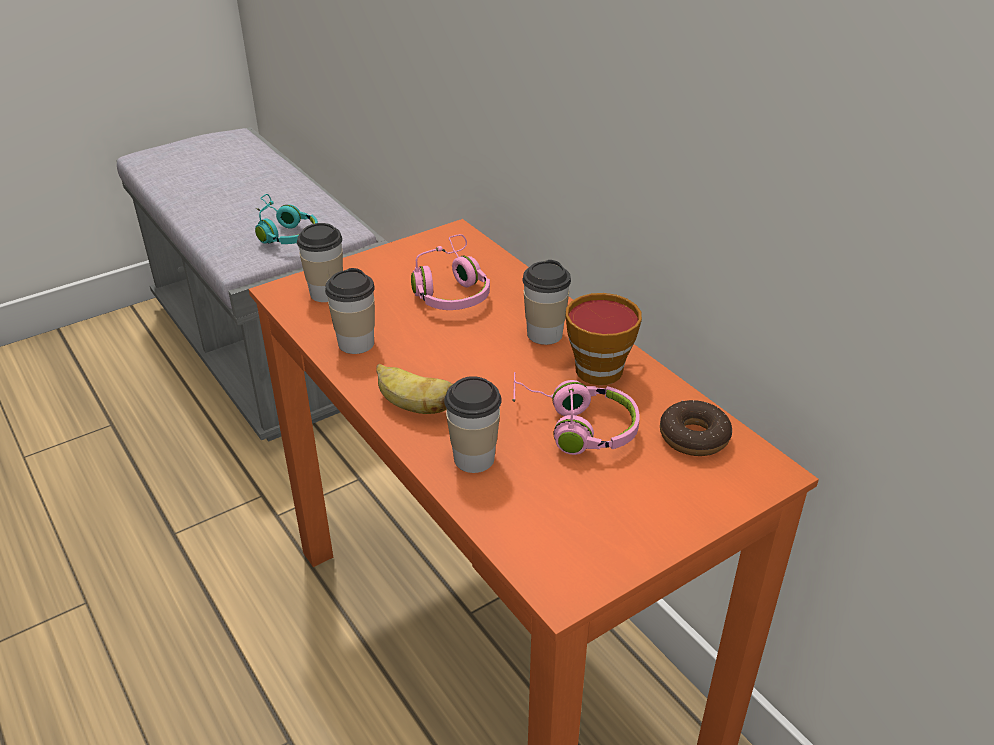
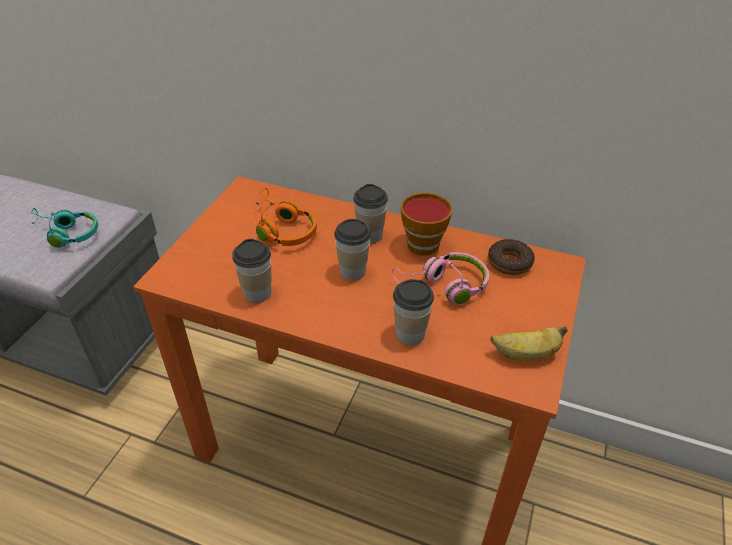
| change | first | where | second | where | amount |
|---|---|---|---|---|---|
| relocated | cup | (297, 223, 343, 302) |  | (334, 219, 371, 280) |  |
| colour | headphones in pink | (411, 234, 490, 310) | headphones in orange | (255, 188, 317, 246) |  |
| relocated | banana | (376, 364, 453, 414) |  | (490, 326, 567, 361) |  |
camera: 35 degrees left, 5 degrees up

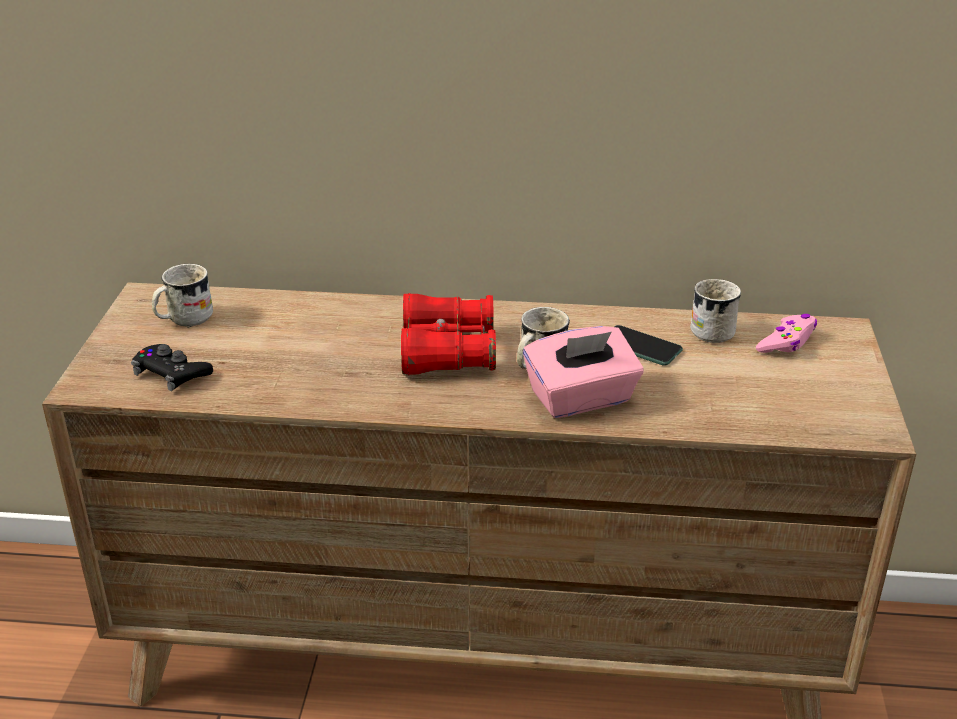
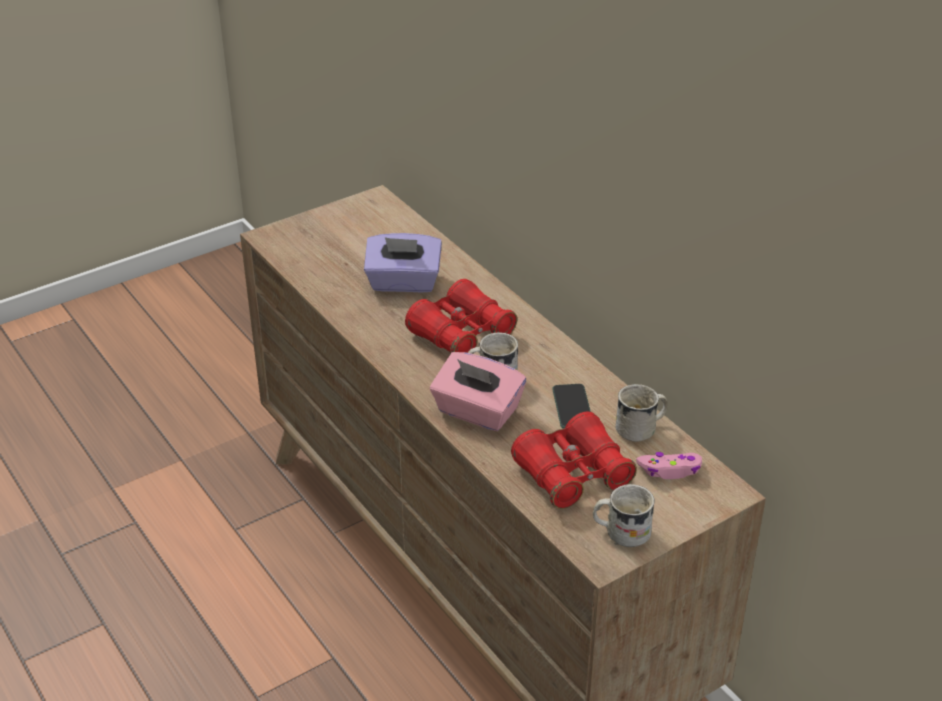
| change | first | where | second | where | amount |
|---|---|---|---|---|---|
| relocated | mug in white | (152, 264, 213, 328) |  | (593, 484, 655, 547) |  |
| missing | game controller in black | (131, 344, 213, 391) |  |  |  |
| appeared |  |  | tissue box in purple | (364, 233, 442, 292) |  |
| appeared |  |  | binoculars in red | (511, 412, 637, 509) |  |
camera: 50 degrees right, 5 degrees up

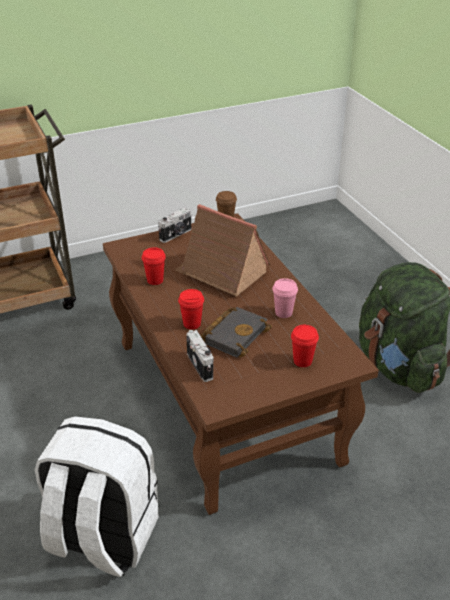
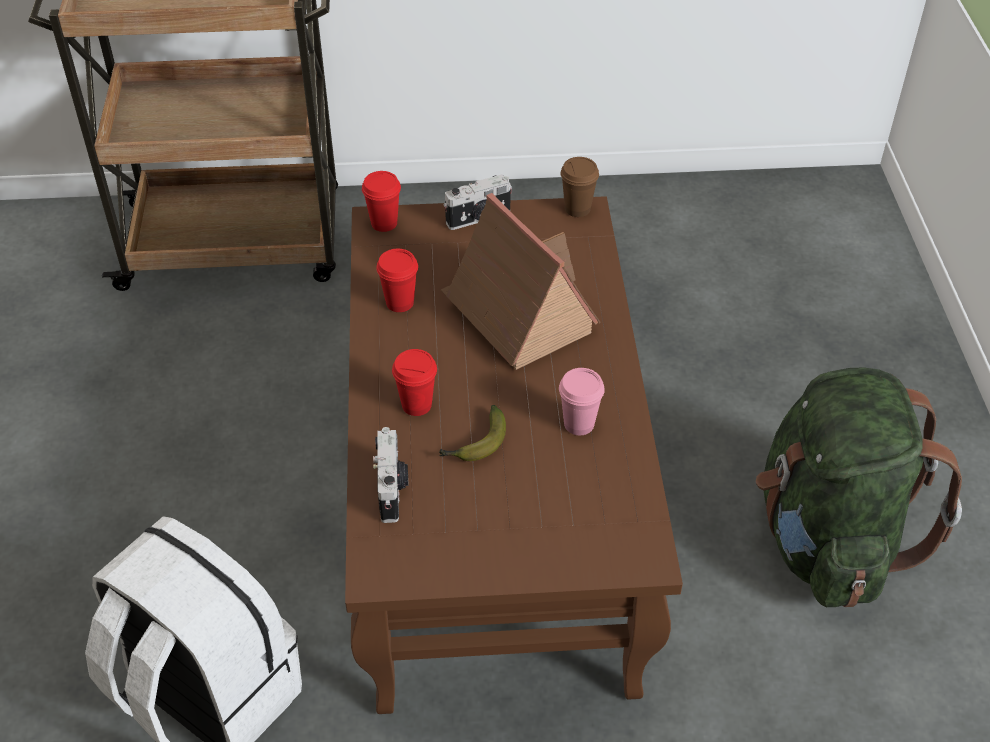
| change | first | where | second | where | amount |
|---|---|---|---|---|---|
| exchanged | book in black | (200, 307, 272, 358) | banana | (439, 405, 506, 461) |  |
| relocated | cup in red | (291, 325, 319, 367) |  | (362, 171, 401, 232) |  |
camera: 20 degrees right, 10 degrees up

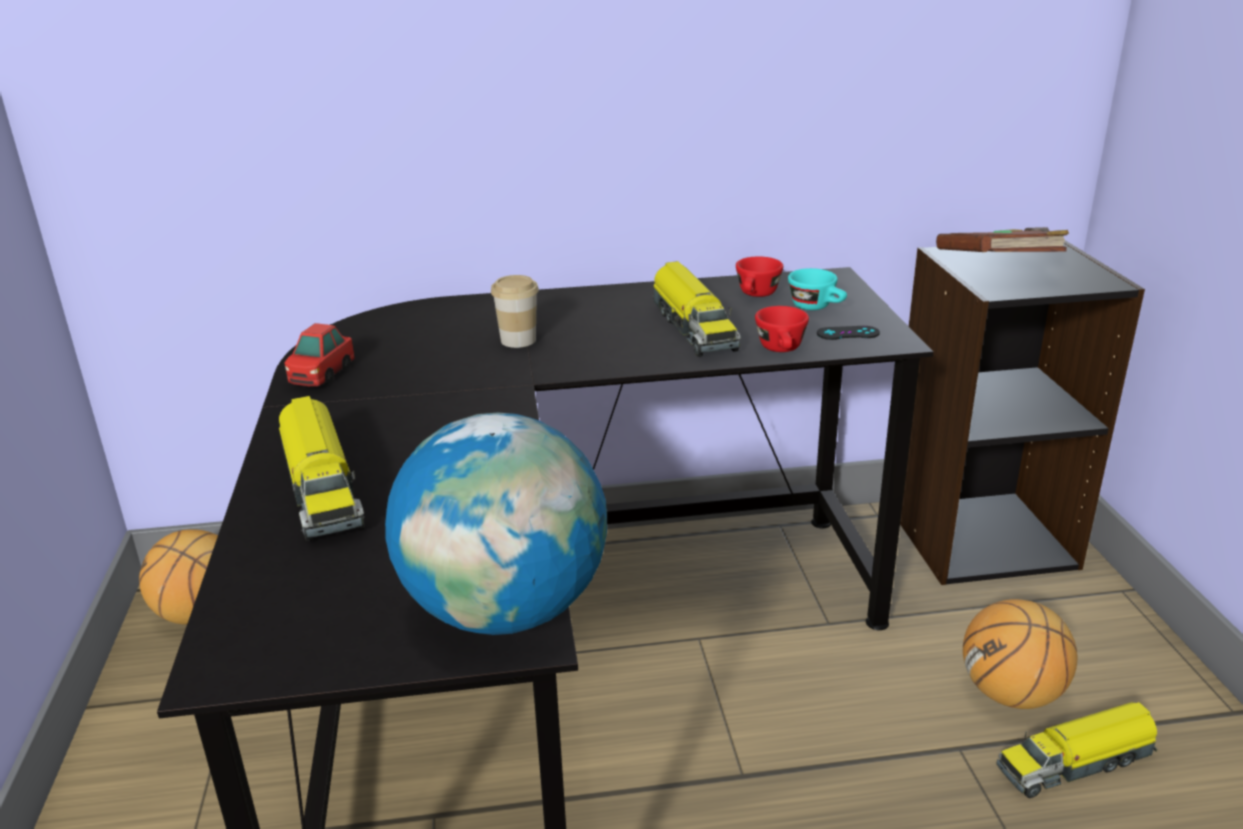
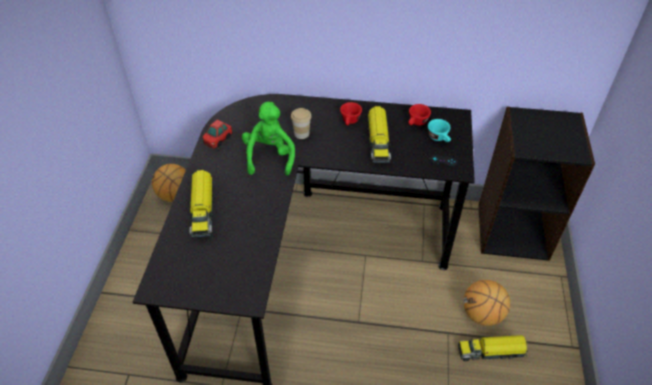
| change | first | where | second | where | amount |
|---|---|---|---|---|---|
| missing | book in brown | (936, 227, 1069, 252) |  |  |  |
| relocated | cup in red | (755, 306, 809, 352) |  | (340, 102, 362, 125) |  |
| missing | globe | (385, 413, 607, 635) |  |  |  |
| appeared |  |  | plush toy in green | (242, 102, 295, 176) |  |
camera: 15 degrees right, 20 degrees up

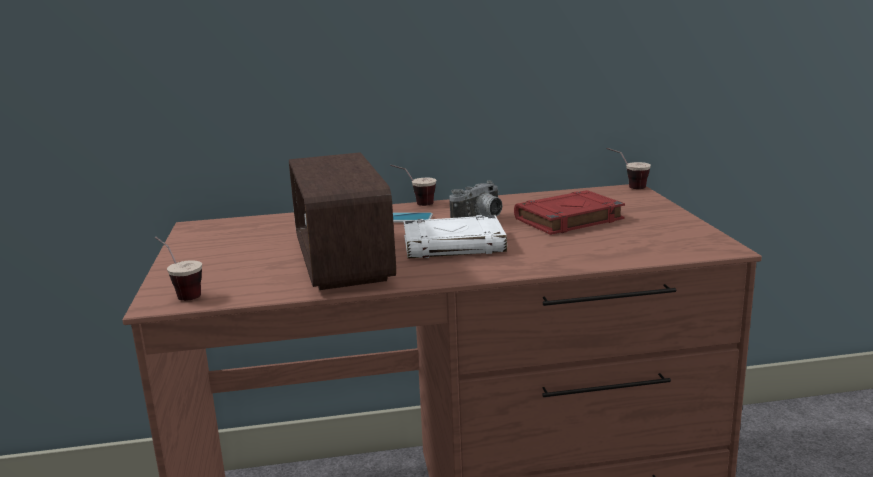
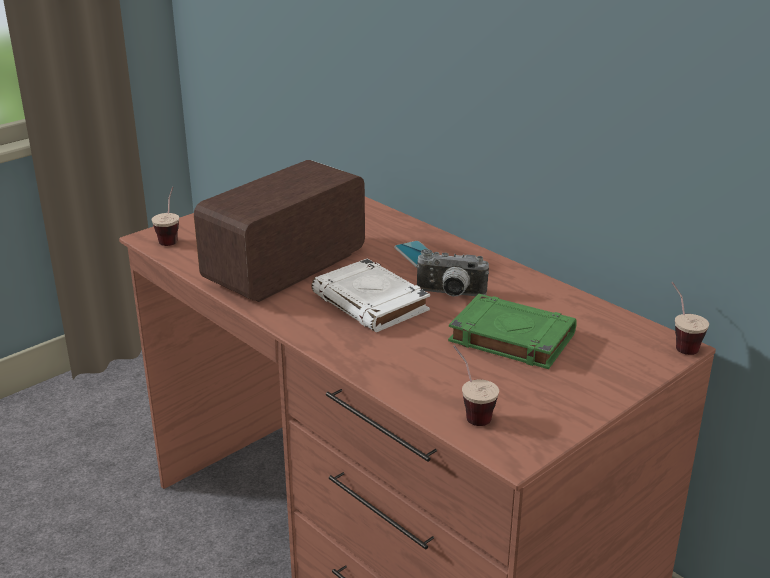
| change | first | where | second | where | amount |
|---|---|---|---|---|---|
| relocated | cup | (390, 165, 436, 206) |  | (453, 345, 499, 426) |  |
| colour | book in red | (514, 190, 625, 235) | book in green | (448, 294, 577, 369) |  |
camera: 55 degrees right, 10 degrees up

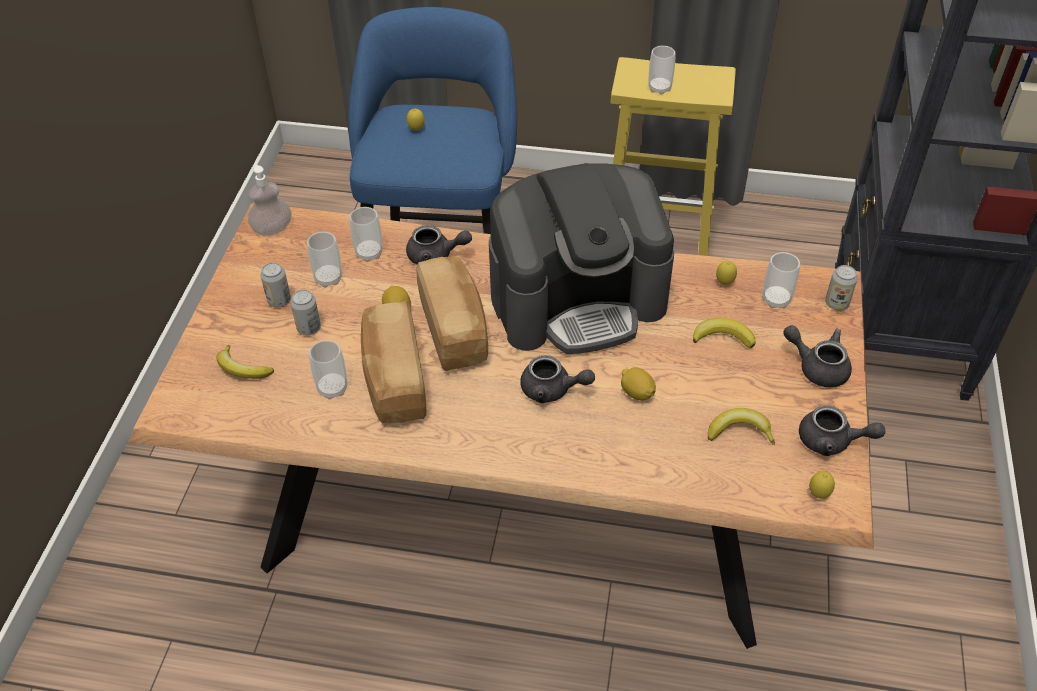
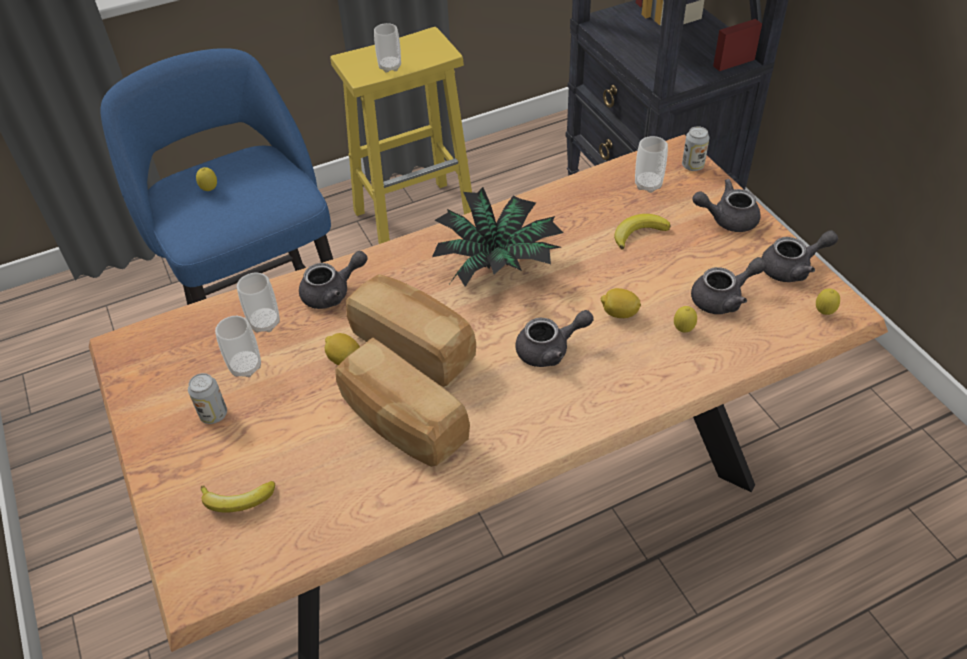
| change | first | where | second | where | amount |
|---|---|---|---|---|---|
| exchanged | coffee machine | (489, 163, 674, 354) | potted plant | (432, 187, 564, 287) |  |
| missing | soap dispenser | (248, 165, 292, 236) |  |  |  |
| relocated | lemon | (716, 261, 737, 285) |  | (674, 306, 697, 332) |  |
| missing | can | (290, 290, 321, 335) |  |  |  |
| missing | cup | (309, 340, 348, 399) |  |  |  |
| exchanged | banana | (708, 408, 775, 445) | teapot in grey | (691, 257, 767, 314) |  |
camera: 35 degrees left, 0 degrees up

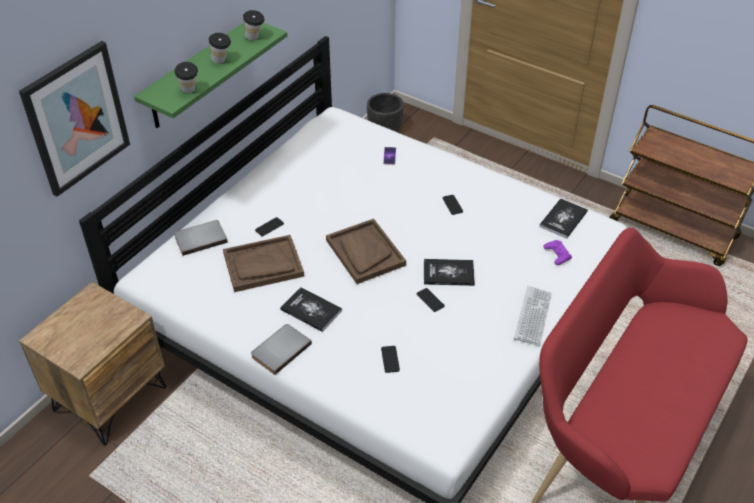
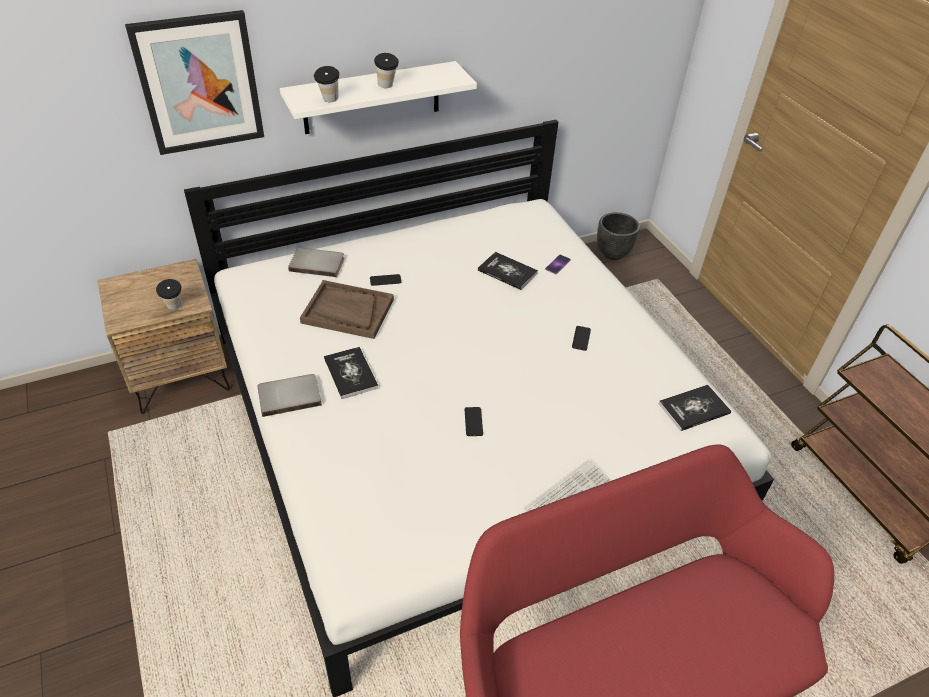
| change | first | where | second | where | amount |
|---|---|---|---|---|---|
| relocated | cup | (243, 10, 265, 40) |  | (156, 279, 182, 310) |  |
| colour | shelf in green | (134, 22, 287, 128) | shelf in white | (280, 61, 477, 134) |  |
| missing | tray in brown | (326, 219, 406, 284) |  |  |  |
| missing | game controller in purple | (543, 240, 572, 265) |  |  |  |
| relocated | book | (424, 259, 475, 286) |  | (478, 252, 538, 290) |  |
| missing | phone | (381, 346, 400, 373) |  |  |  |
camera: 30 degrees right, 0 degrees up

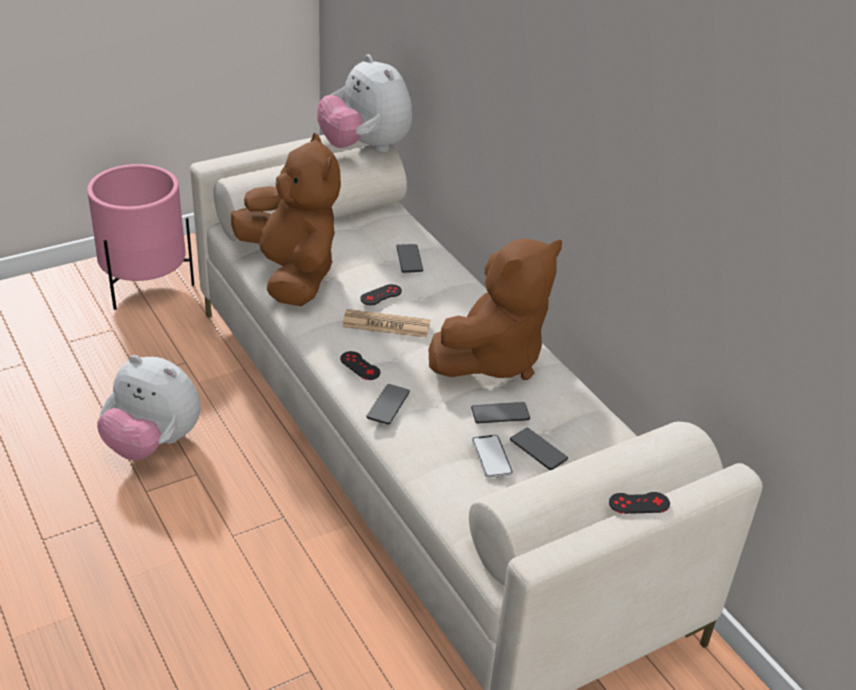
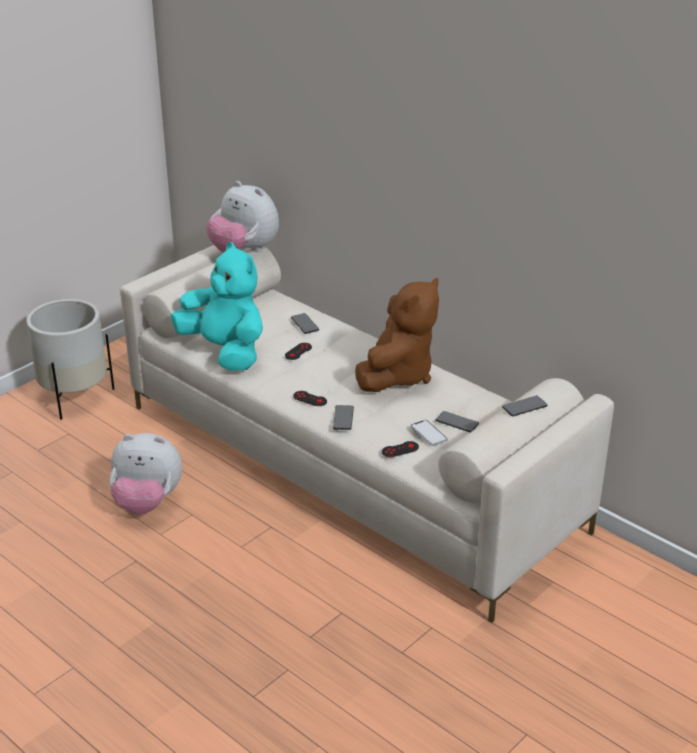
| change | first | where | second | where | amount |
|---|---|---|---|---|---|
| colour | plush toy in brown | (231, 133, 341, 306) | plush toy in turquoise | (170, 242, 263, 371) |  |
| colour | planter in pink | (87, 164, 194, 310) | planter in white | (26, 299, 115, 420) |  |
| missing | newspaper | (342, 309, 430, 338) |  |  |  |
| relocated | phone | (471, 402, 530, 423) |  | (502, 395, 547, 417) |  |
| relocated | game controller in black | (609, 492, 670, 514) |  | (382, 441, 419, 457) |  |
camera: 15 degrees left, 5 degrees down

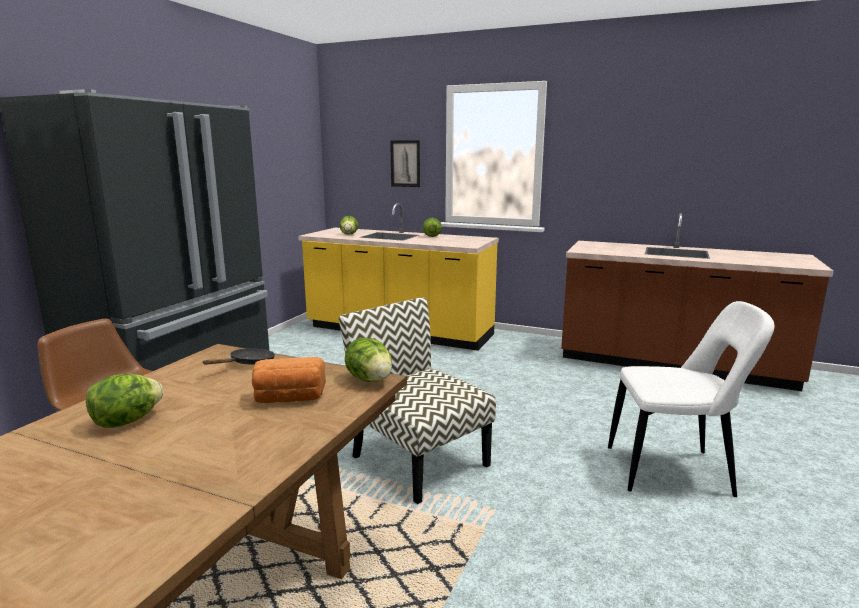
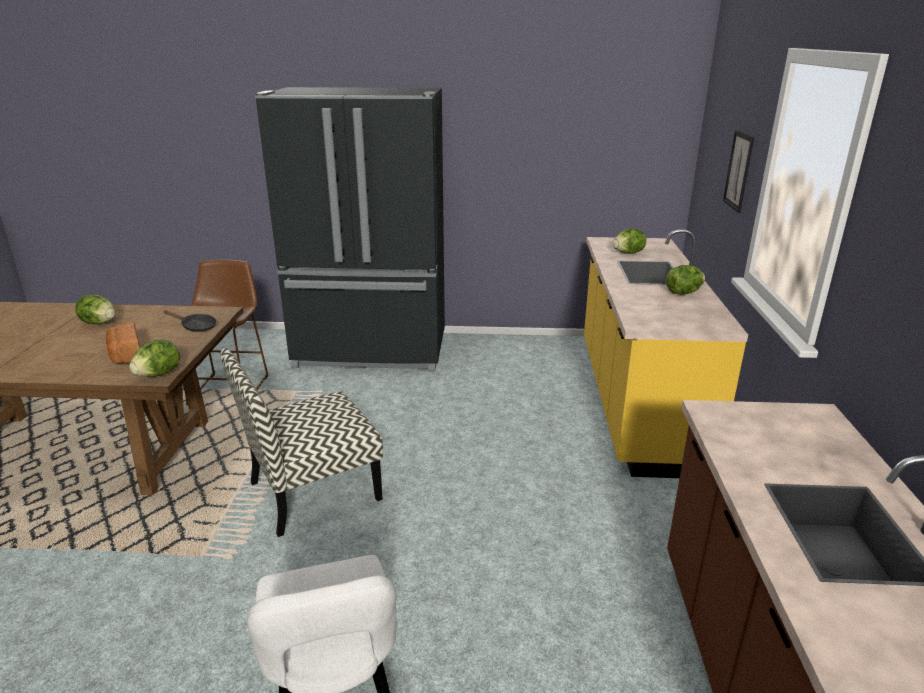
| change | first | where | second | where | amount |
|---|---|---|---|---|---|
| spun | chair | (339, 297, 496, 504) |  | (221, 348, 383, 537) | 150 degrees counterclockwise |
camera: 70 degrees right, 10 degrees up

